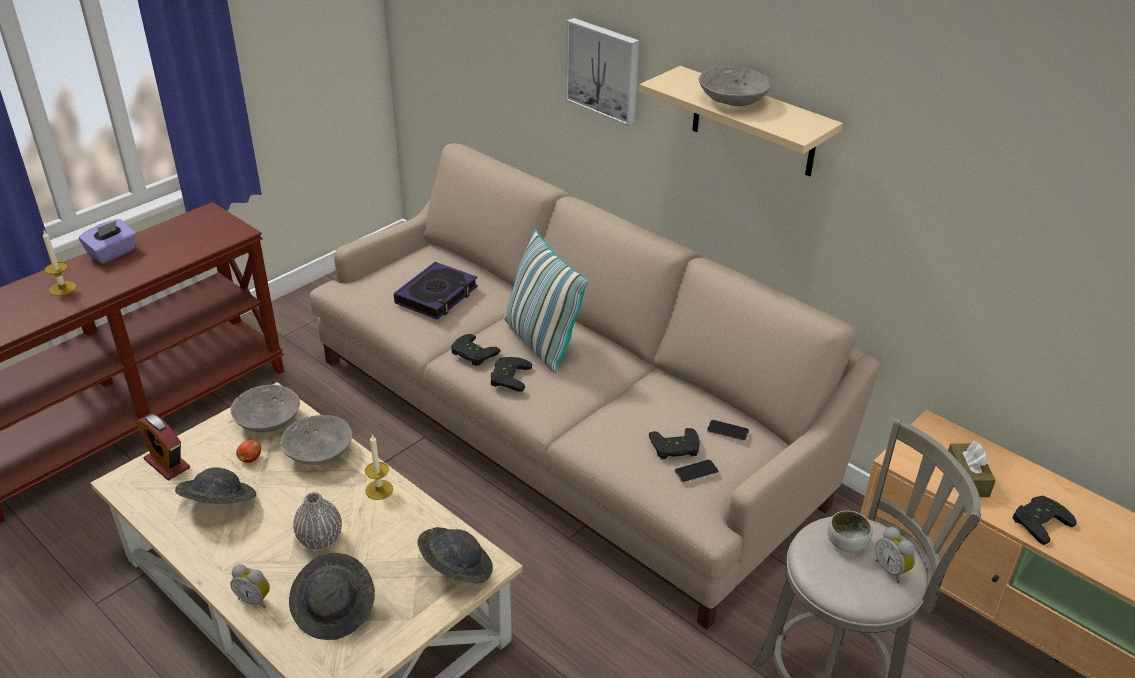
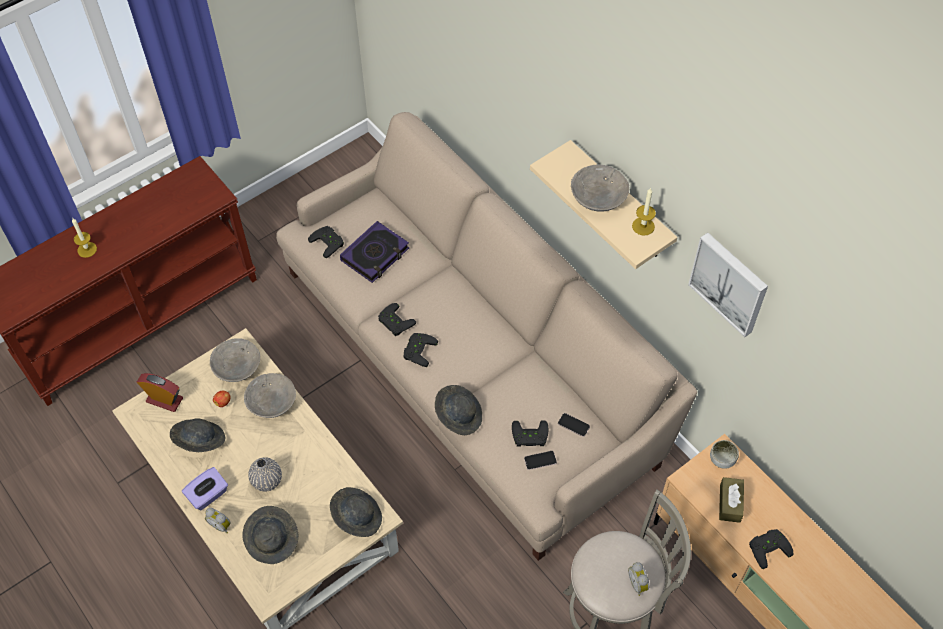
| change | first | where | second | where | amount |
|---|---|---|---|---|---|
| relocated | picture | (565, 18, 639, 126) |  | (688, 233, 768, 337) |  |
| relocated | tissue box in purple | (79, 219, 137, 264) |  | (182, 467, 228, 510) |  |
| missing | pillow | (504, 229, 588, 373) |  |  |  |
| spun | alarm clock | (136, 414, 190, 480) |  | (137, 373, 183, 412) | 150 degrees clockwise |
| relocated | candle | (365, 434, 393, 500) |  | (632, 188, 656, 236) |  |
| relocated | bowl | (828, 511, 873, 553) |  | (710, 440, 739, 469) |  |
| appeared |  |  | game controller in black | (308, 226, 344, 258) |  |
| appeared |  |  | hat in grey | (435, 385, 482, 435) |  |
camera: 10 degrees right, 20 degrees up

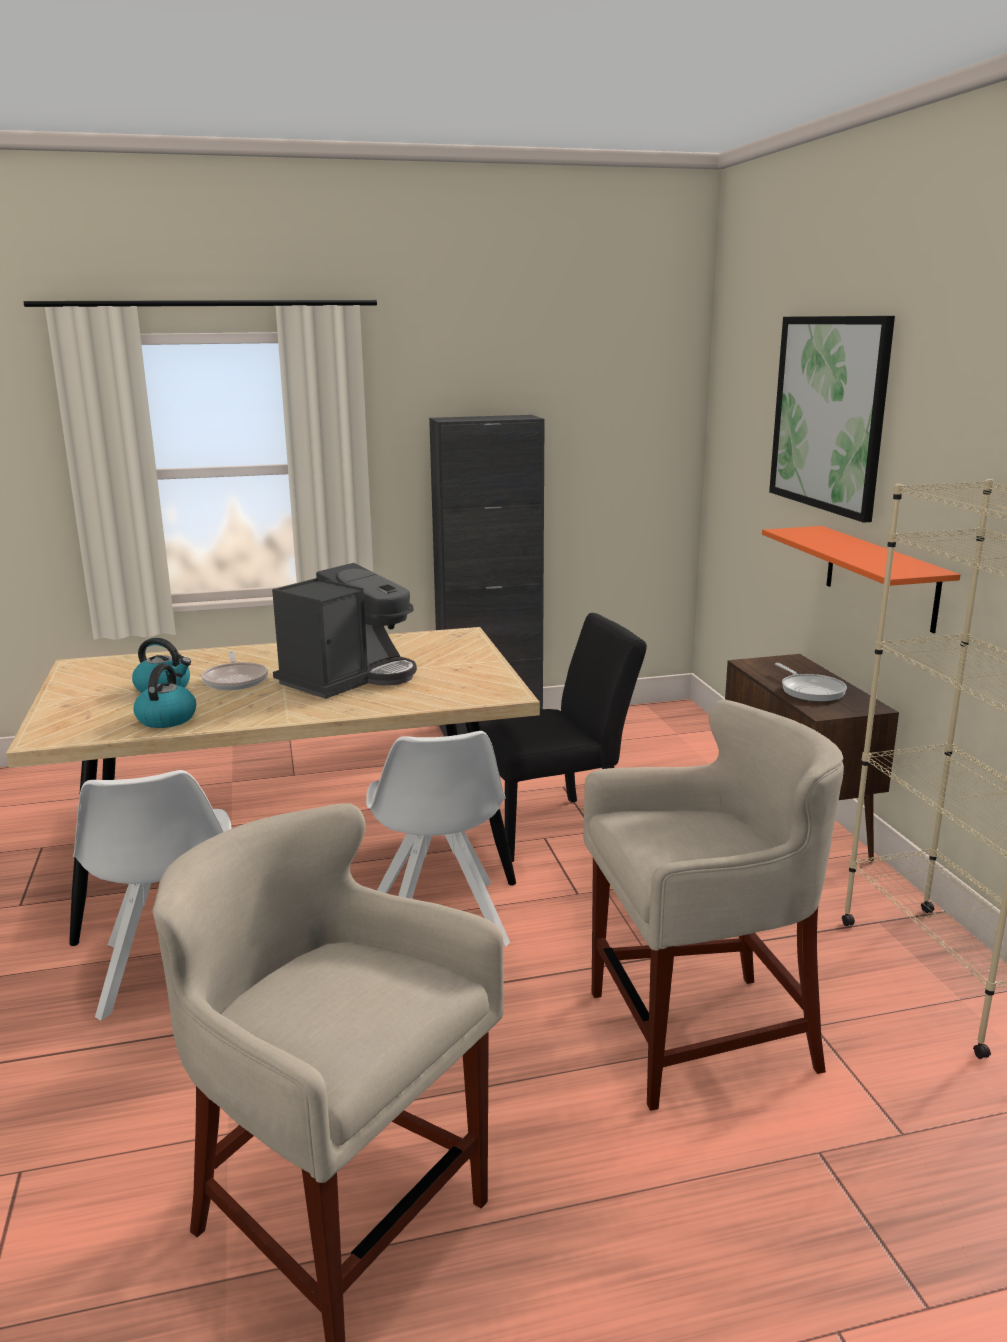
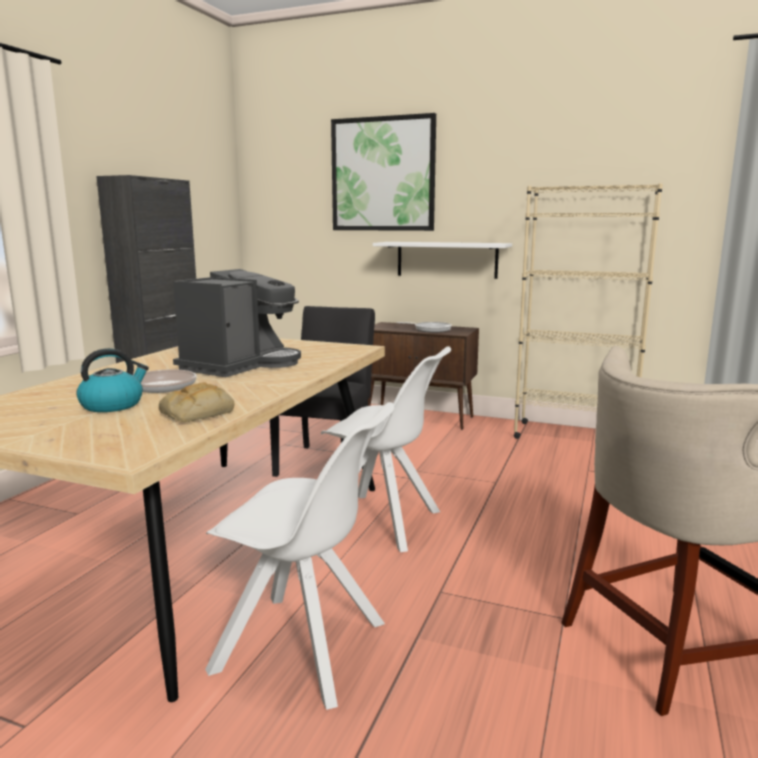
| change | first | where | second | where | amount |
|---|---|---|---|---|---|
| colour | shelf in orange | (762, 526, 960, 633) | shelf in white | (373, 242, 512, 279) |  |
| spun | coffee machine | (272, 563, 417, 699) |  | (173, 269, 301, 377) | 45 degrees clockwise |
| exchanged | kettle | (133, 664, 196, 728) | bread | (159, 382, 234, 422) |  |
| missing | stool in beige | (583, 699, 844, 1111) |  |  |  |
camera: 55 degrees left, 5 degrees down

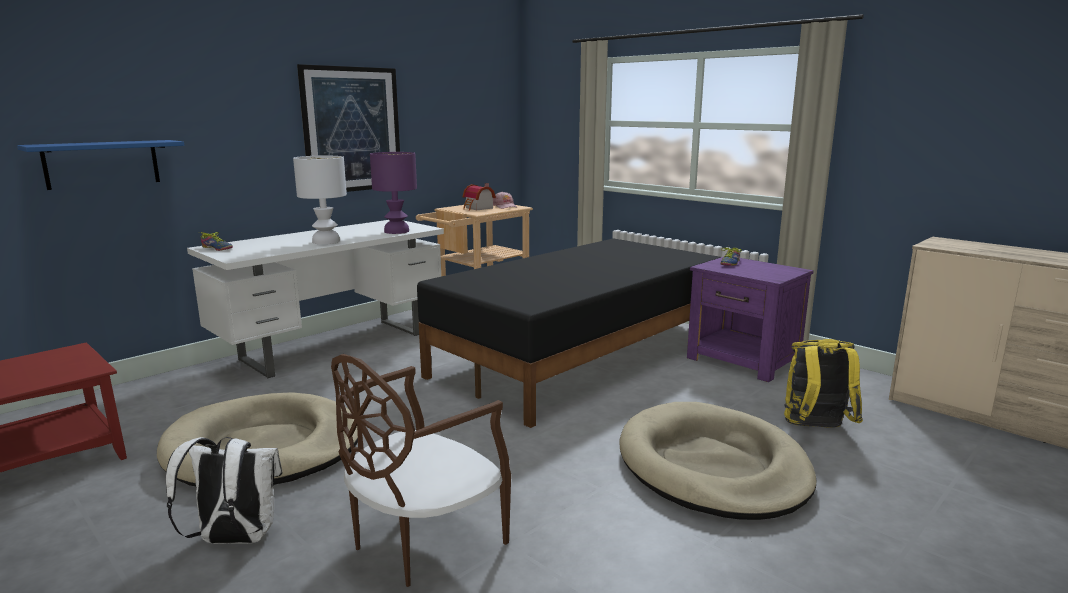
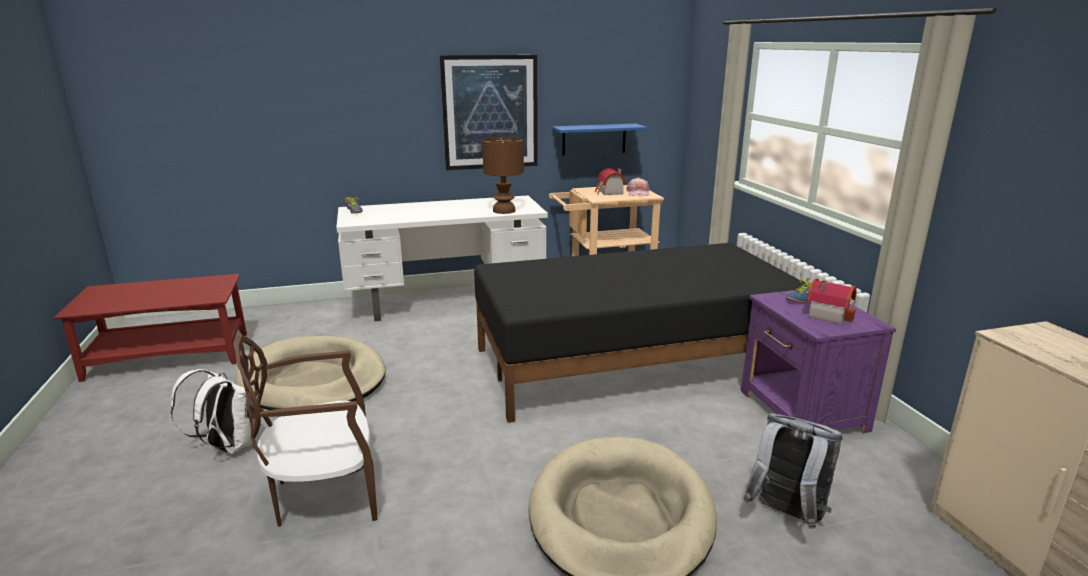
| change | first | where | second | where | amount |
|---|---|---|---|---|---|
| relocated | shelf in blue | (17, 140, 184, 190) |  | (552, 124, 647, 155) |  |
| colour | table lamp in purple | (370, 152, 417, 234) | table lamp in brown | (482, 137, 524, 214) |  |
| missing | table lamp in white | (293, 156, 347, 244) |  |  |  |
| colour | backpack in yellow | (784, 339, 863, 428) | backpack in grey | (744, 413, 843, 529) |  |
| appeared |  |  | toy house | (806, 279, 857, 324) |  |
camera: 30 degrees right, 5 degrees up

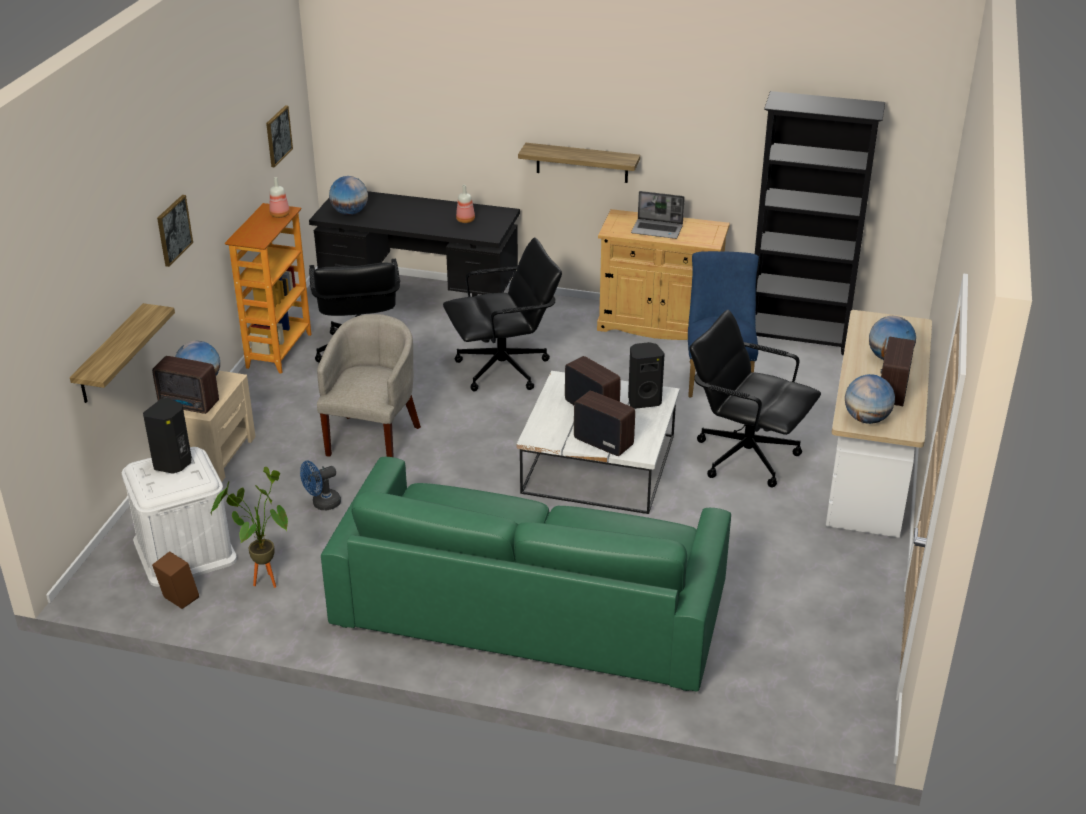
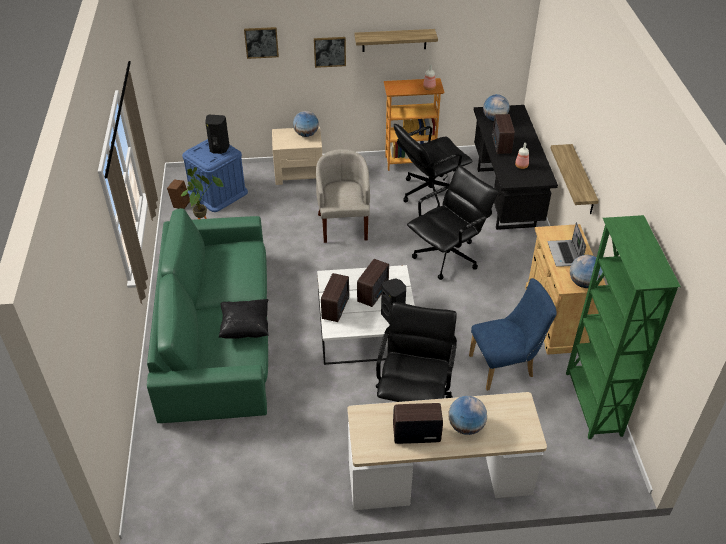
| change | first | where | second | where | amount |
|---|---|---|---|---|---|
| colour | bookcase in black | (755, 91, 885, 355) | bookcase in green | (566, 215, 681, 439) |  |
| relocated | picture | (266, 105, 293, 167) |  | (244, 27, 279, 59) |  |
| spun | office chair in black | (443, 238, 562, 391) |  | (407, 166, 498, 280) | 90 degrees counterclockwise |
| relocated | shelf | (70, 303, 175, 403) |  | (354, 29, 438, 52) |  |
| spun | armchair in beige | (317, 314, 421, 457) |  | (316, 149, 370, 243) | 90 degrees counterclockwise |
| relocated | radio | (152, 356, 219, 414) |  | (492, 114, 515, 154) |  |
| relocated | globe | (845, 374, 895, 424) |  | (570, 255, 603, 288) |  |
| colour | storage box in white | (122, 447, 237, 587) | storage box in blue | (182, 139, 248, 212) |  |
| missing | fan in blue | (300, 461, 341, 510) |  |  |  |
| appeared |  |  | pillow in black | (219, 299, 269, 339) |  |
camera: 70 degrees right, 10 degrees up

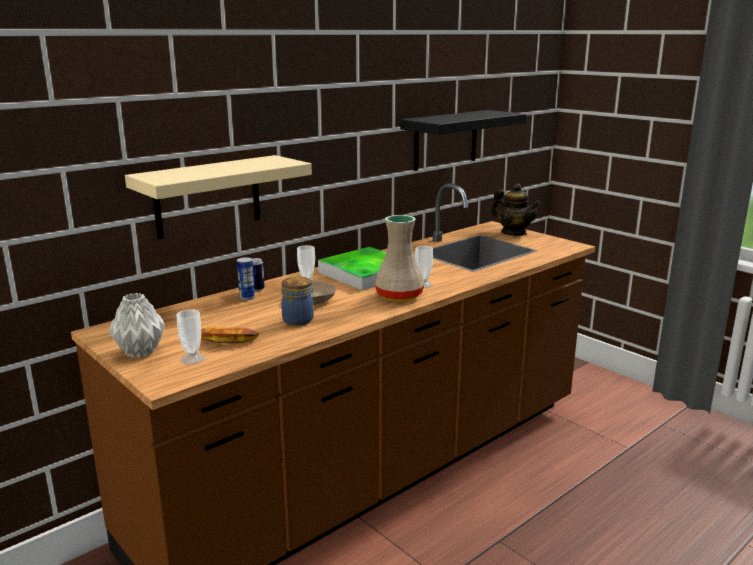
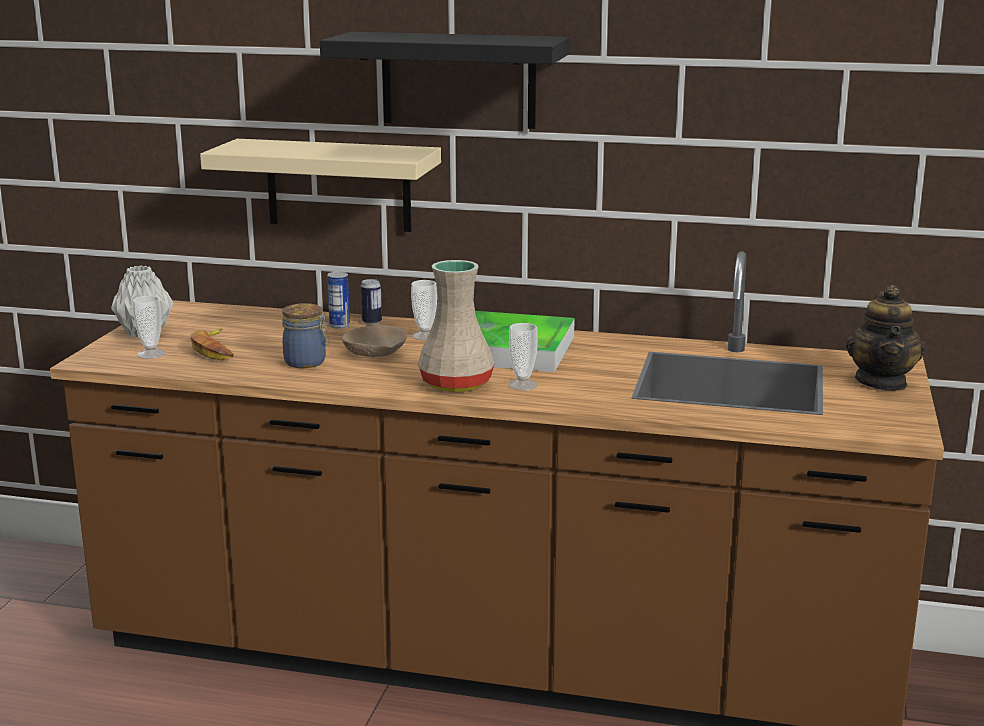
| change | first | where | second | where | amount |
|---|---|---|---|---|---|
| relocated | shelf in black | (400, 110, 527, 171) |  | (320, 32, 571, 129) |  |
camera: 55 degrees right, 0 degrees up

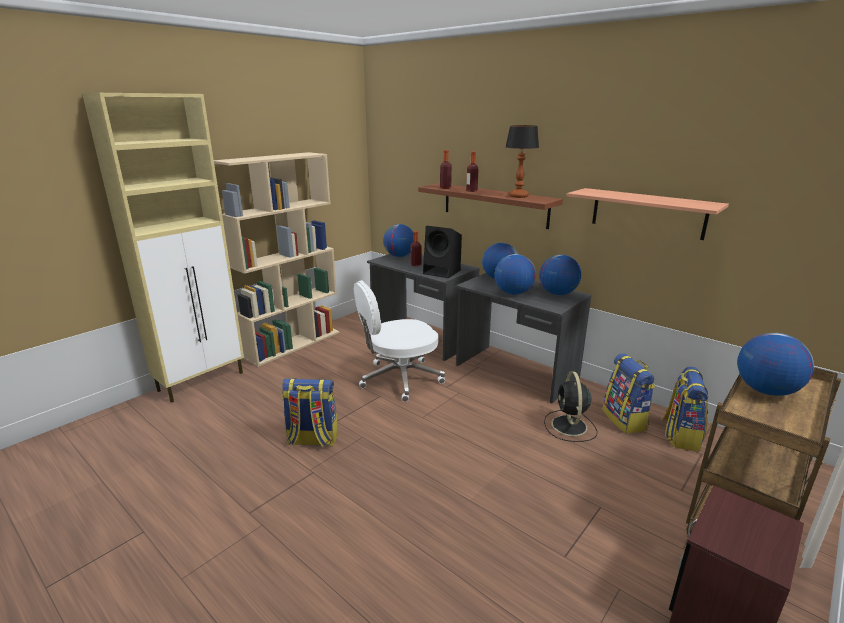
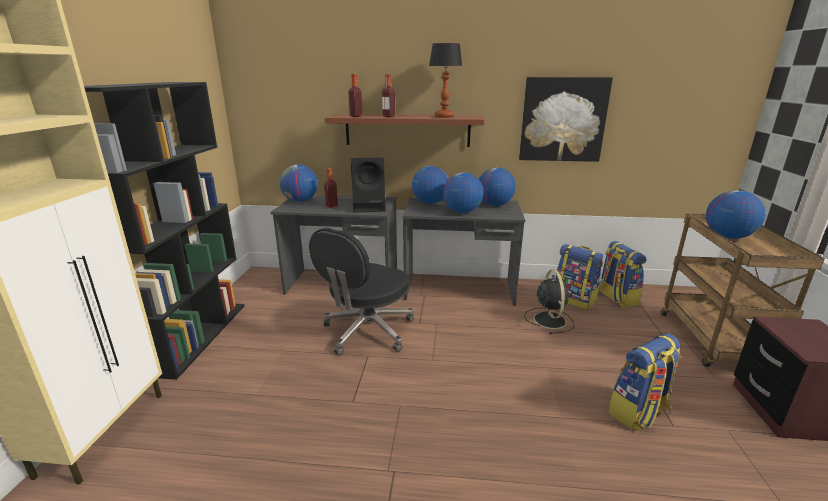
| change | first | where | second | where | amount |
|---|---|---|---|---|---|
| colour | bookcase in beige | (214, 152, 340, 367) | bookcase in black | (84, 82, 245, 380) |  |
| exchanged | shelf | (567, 188, 729, 240) | picture | (519, 77, 613, 162) |  |
| colour | office chair in white | (354, 280, 445, 402) | office chair in black | (309, 228, 414, 355) |  |
| spun | fan in black | (544, 371, 597, 442) |  | (525, 270, 574, 334) | 150 degrees counterclockwise |
| relocated | backpack | (282, 378, 338, 447) |  | (608, 334, 681, 431) |  |
camera: 35 degrees left, 0 degrees up

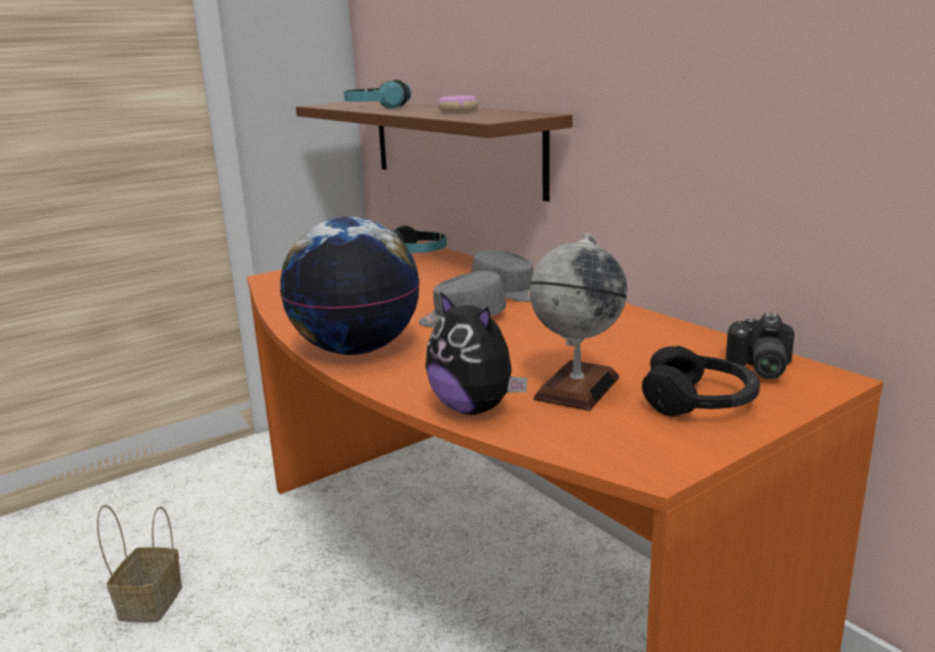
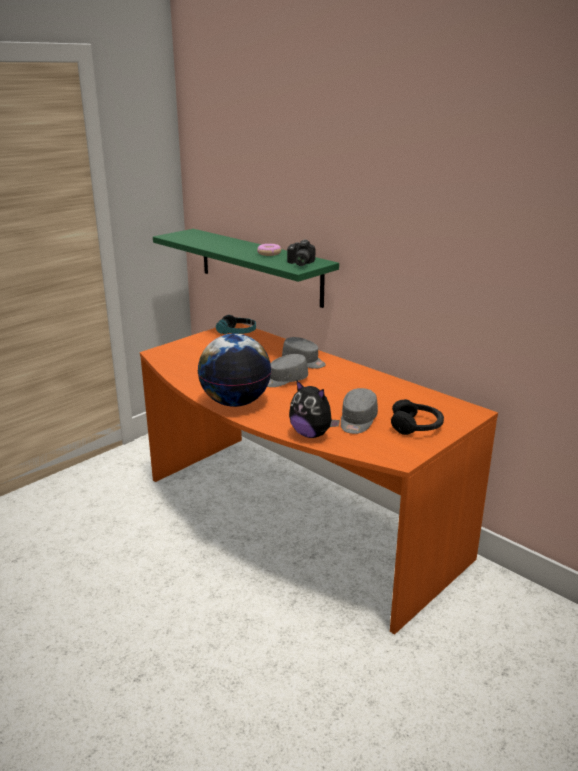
| change | first | where | second | where | amount |
|---|---|---|---|---|---|
| missing | headphones | (344, 80, 411, 109) |  |  |  |
| colour | shelf in brown | (296, 101, 572, 202) | shelf in green | (153, 229, 339, 308) |  |
| exchanged | globe | (530, 233, 627, 411) | cap in grey | (341, 388, 378, 434) |  |
| relocated | photo camera | (726, 313, 794, 379) |  | (287, 240, 315, 266) |  |
| missing | basket | (97, 505, 182, 623) |  |  |  |
camera: 10 degrees left, 5 degrees up

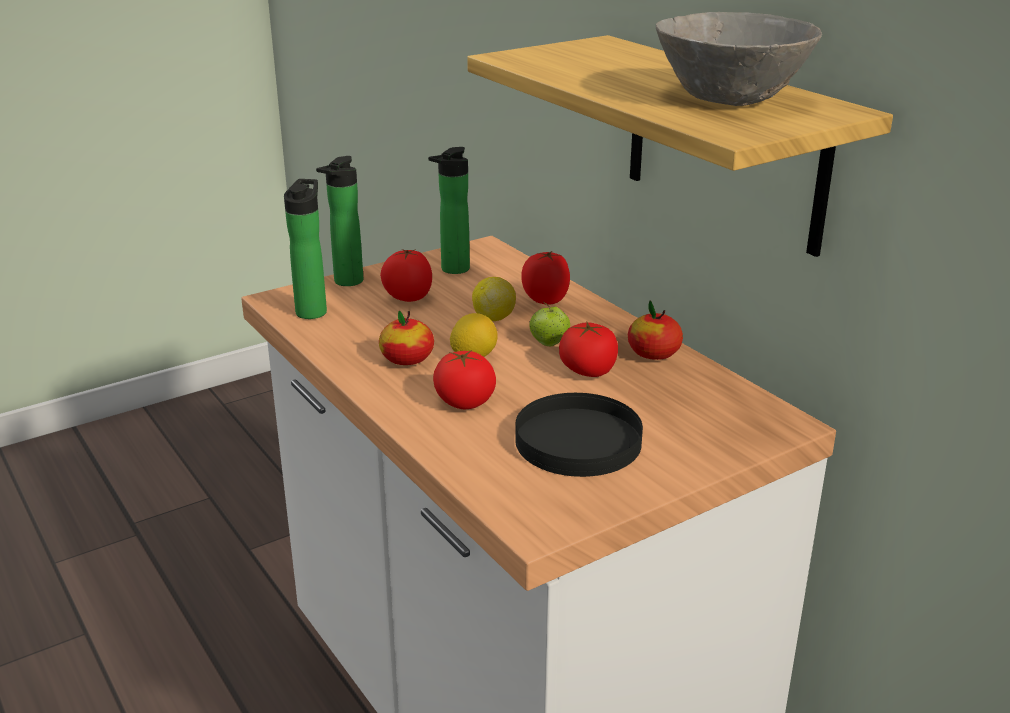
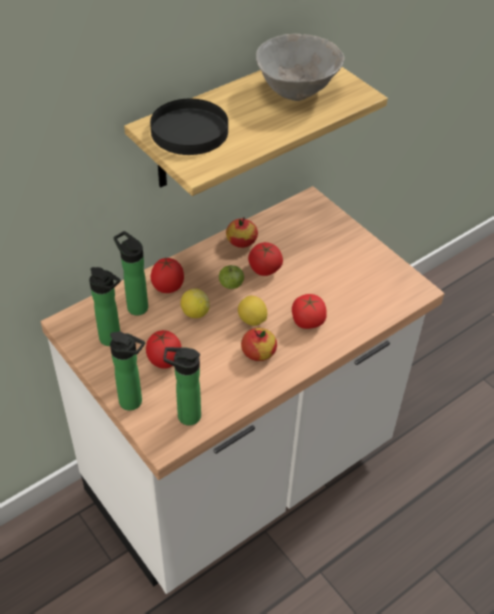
| change | first | where | second | where | amount |
|---|---|---|---|---|---|
| relocated | plate in black | (515, 393, 643, 477) |  | (150, 99, 228, 155) |  |
| appeared |  |  | bottle | (114, 231, 148, 316) |  |
camera: 95 degrees left, 20 degrees up

